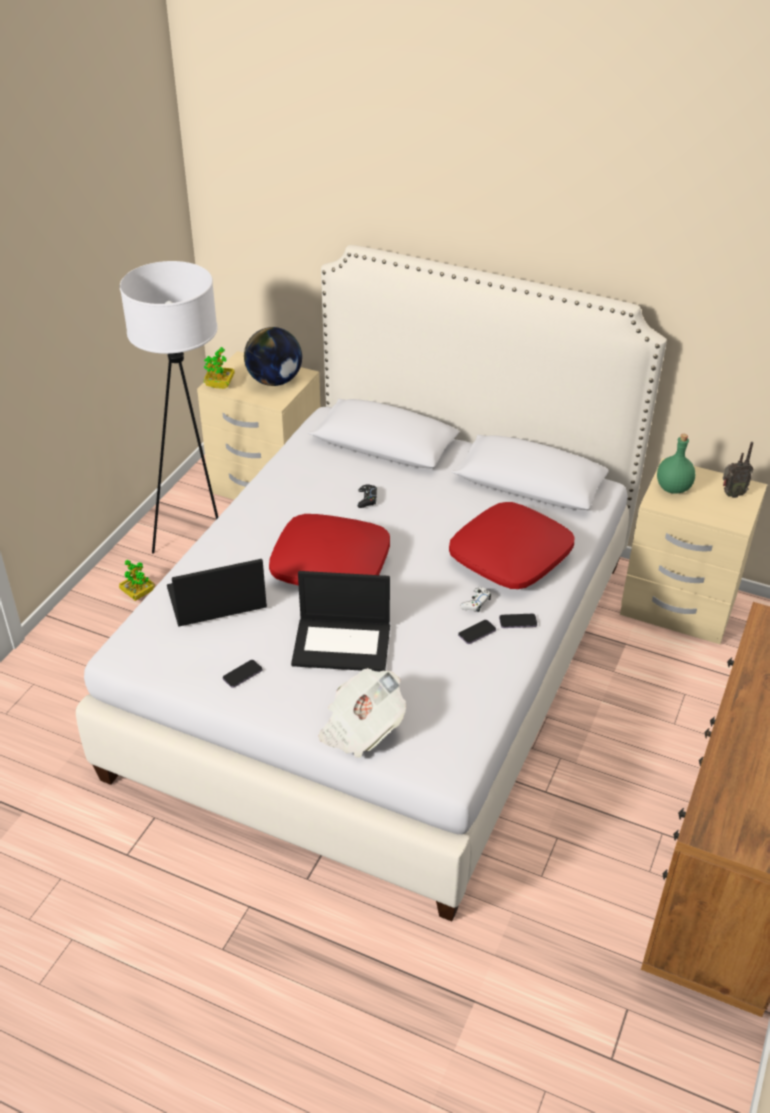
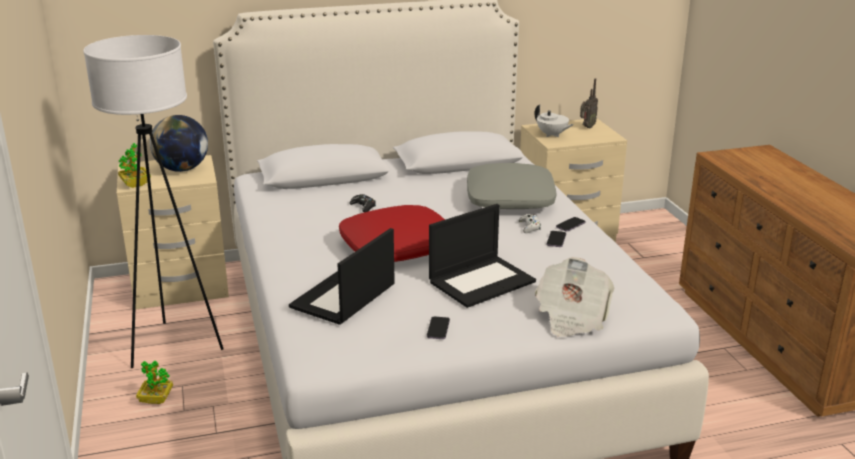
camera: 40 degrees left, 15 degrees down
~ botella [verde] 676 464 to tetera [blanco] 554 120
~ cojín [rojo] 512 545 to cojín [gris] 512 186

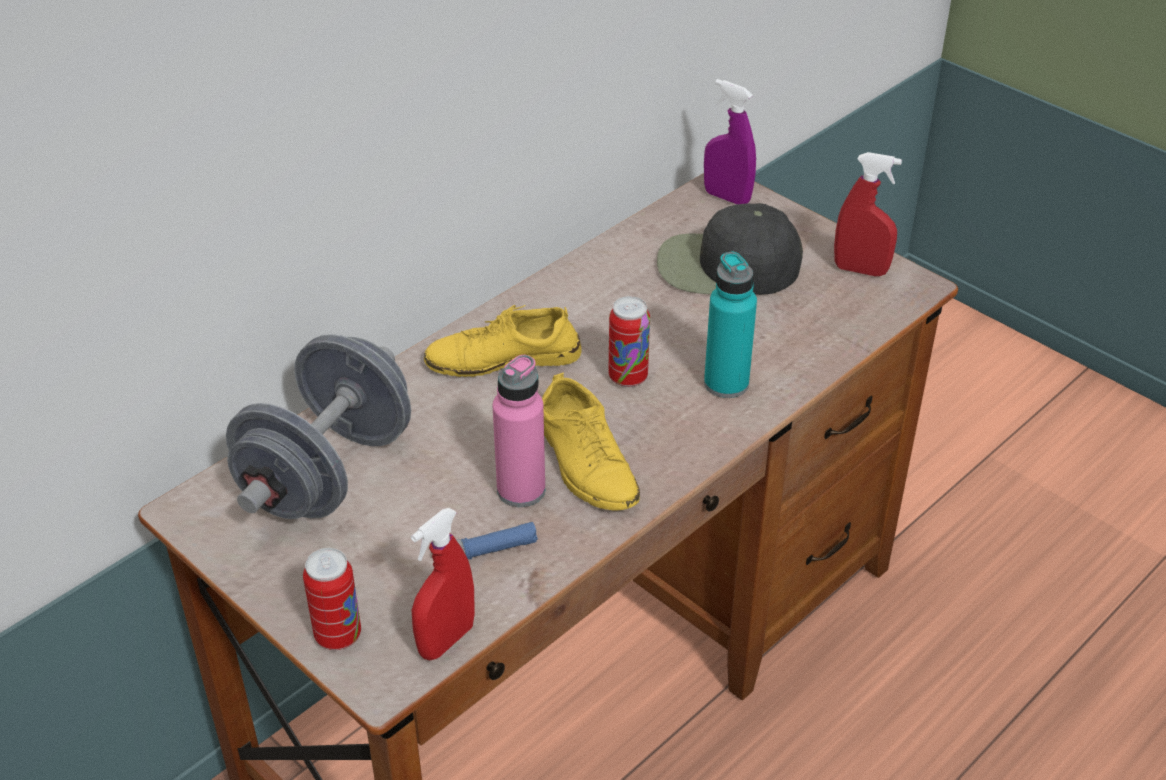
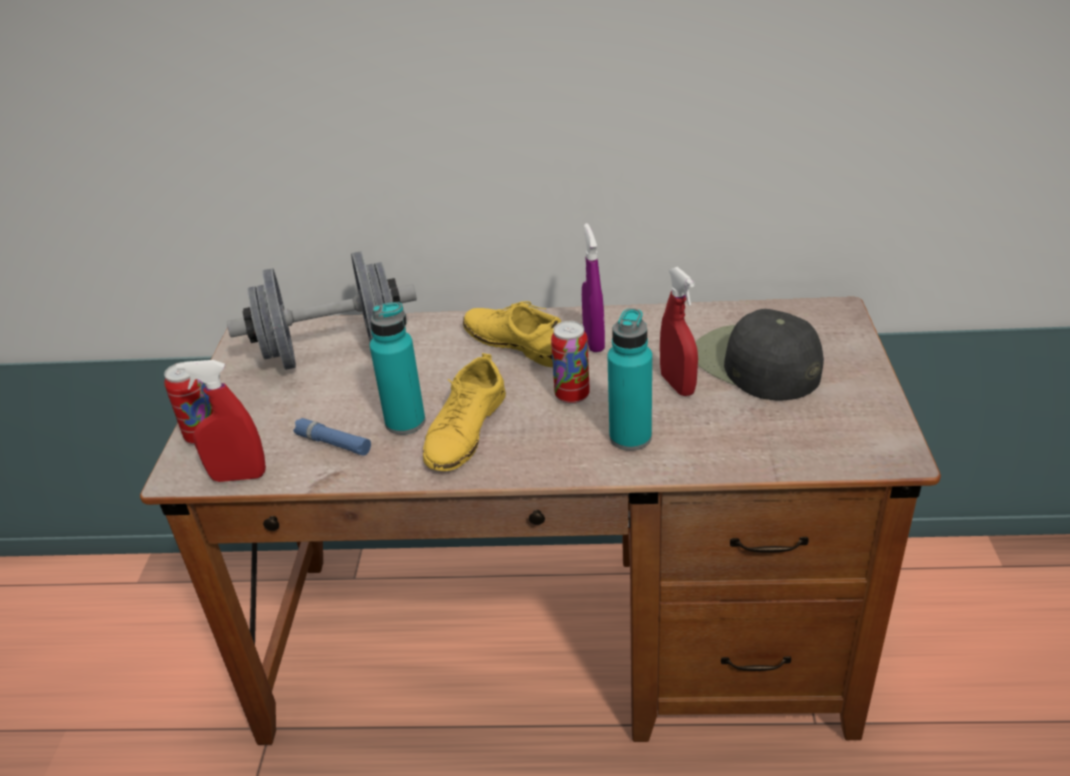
camera: 50 degrees right, 5 degrees down
~ pulverizador [morado] 730 141 to 593 287
~ pulverizador [rojo] 868 214 to 679 331
~ botella [rosa] 519 431 to botella [turquesa] 397 368

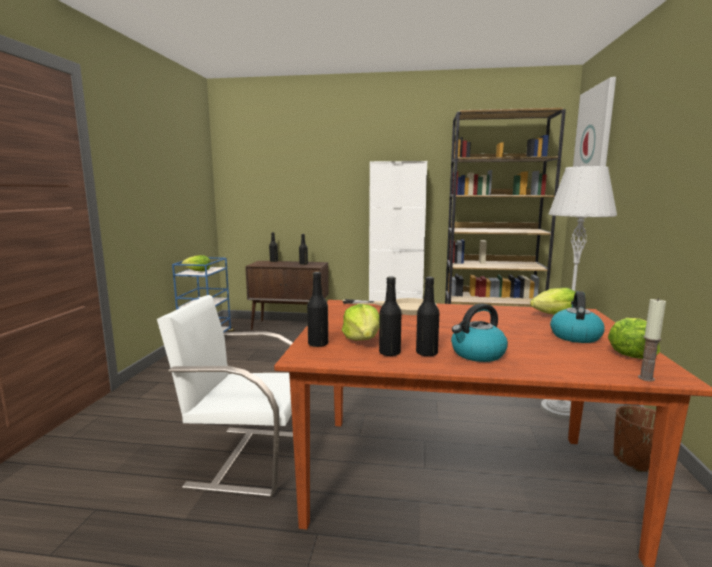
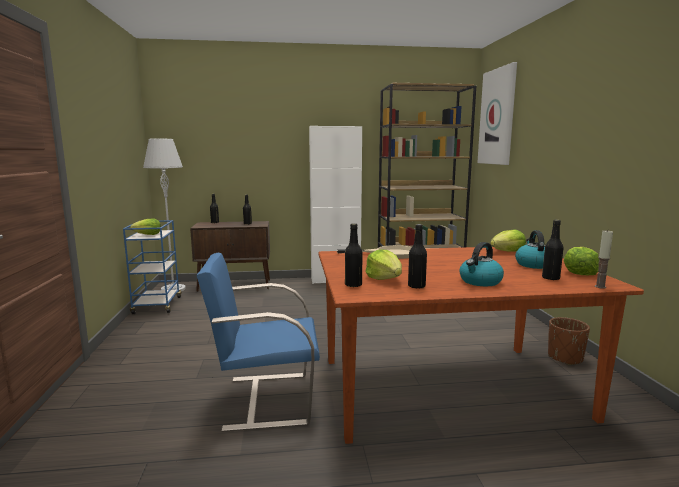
camera: 15 degrees left, 0 degrees up
~ botella [negro] 427 317 to 553 250
~ lámpara de pie [gris] 579 293 to 164 215
~ silla [blanco] 225 396 to silla [azul] 258 342

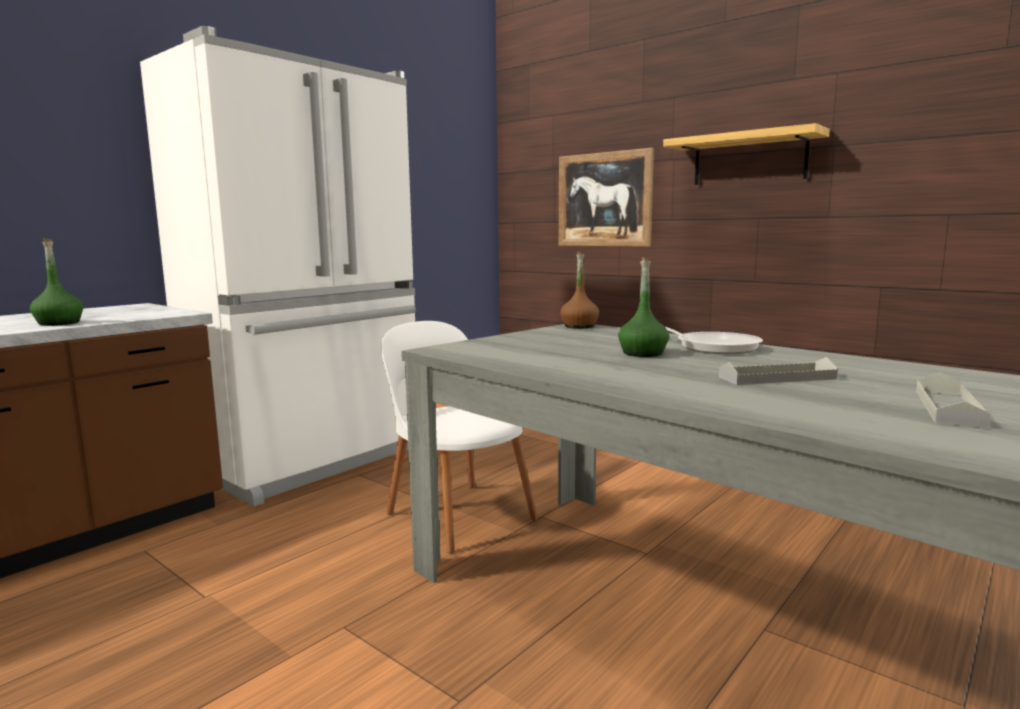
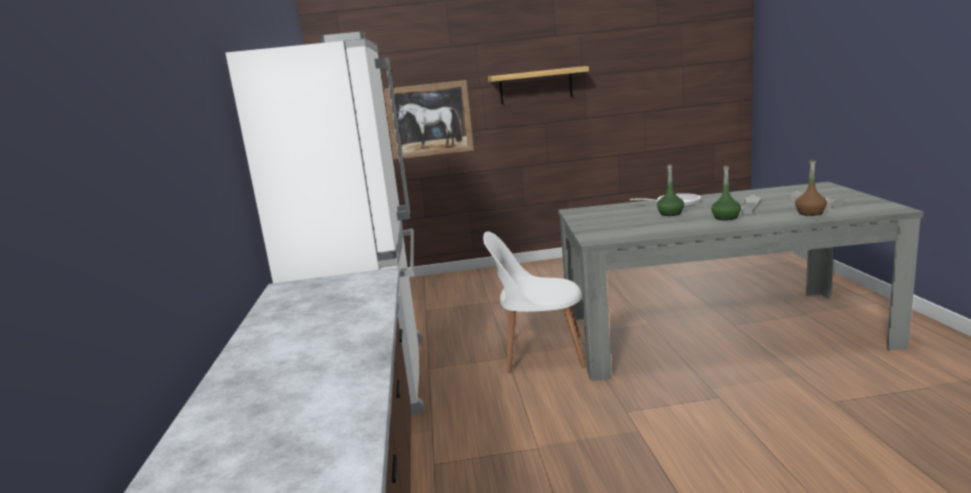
camera: 45 degrees left, 5 degrees up
~ botella [verde] 56 282 to 726 193
~ botella [marrón] 579 290 to 811 188

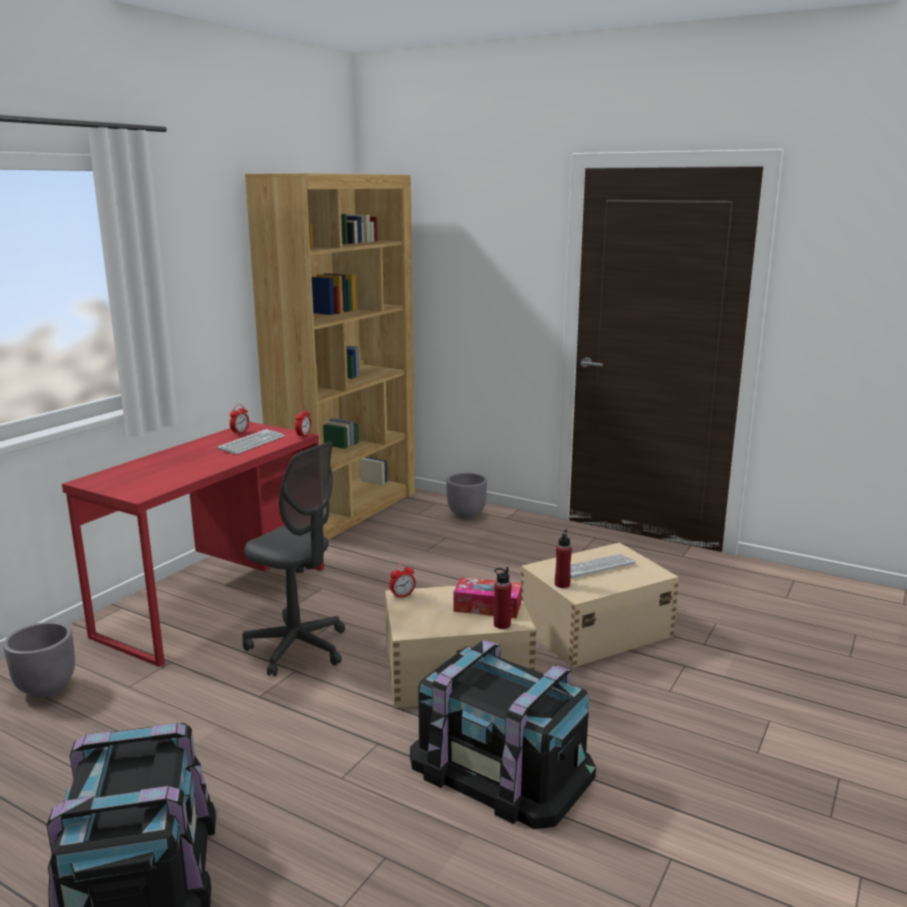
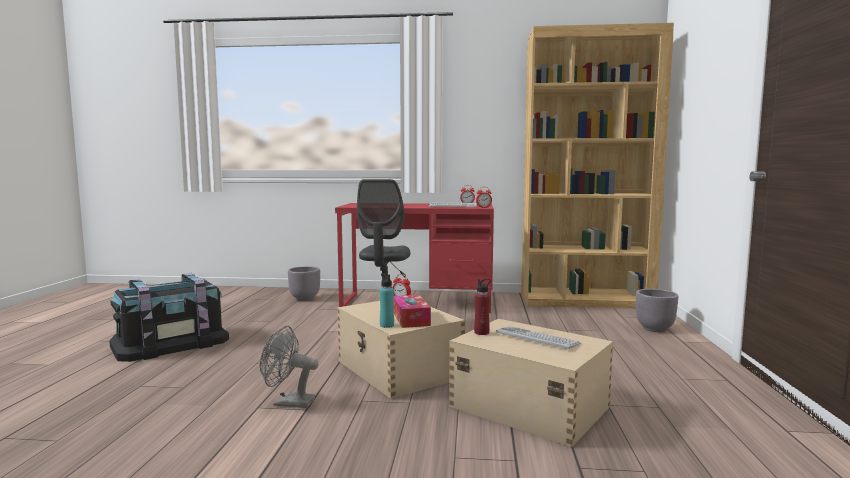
camera: 65 degrees right, 10 degrees down
~ caja de almacenaje [negro] 503 734 to ventilador [gris] 289 367
~ botella [rojo] 503 598 to botella [turquesa] 386 300

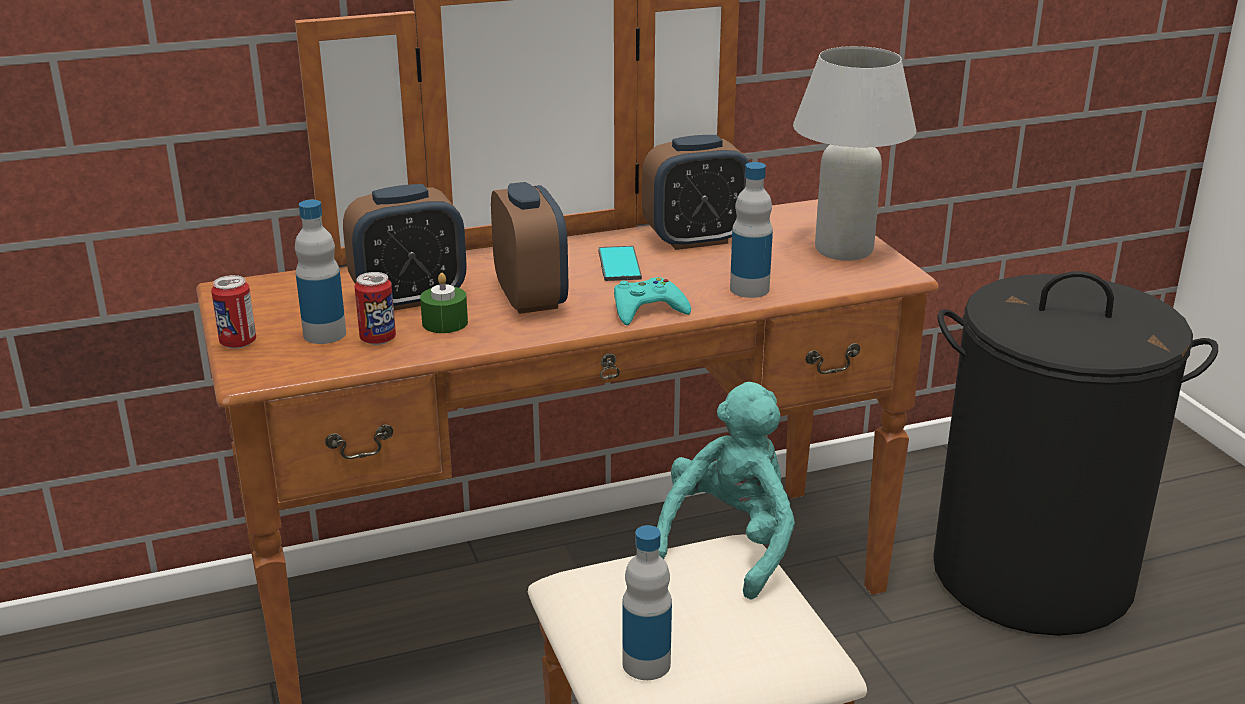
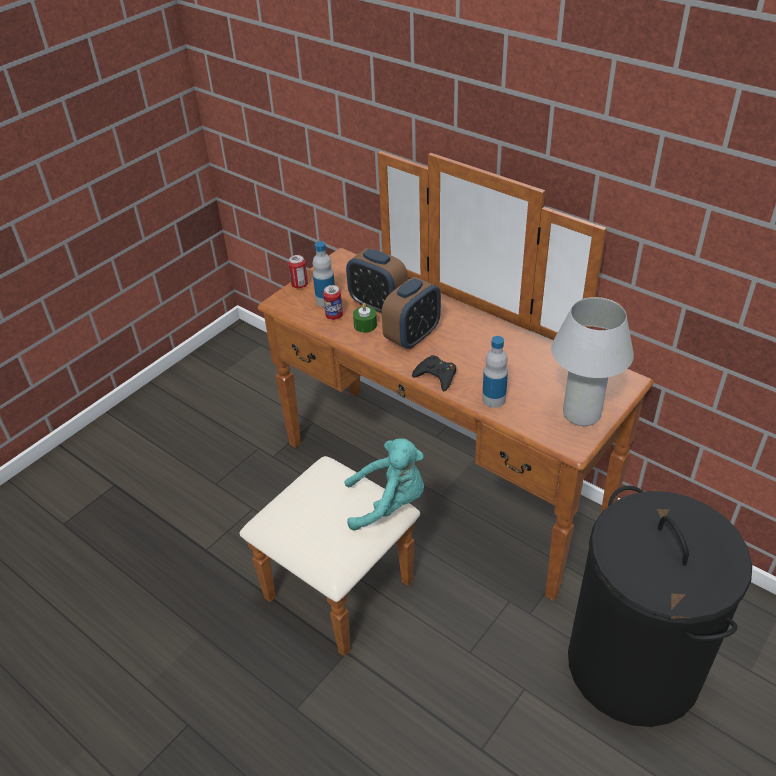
camera: 60 degrees right, 15 degrees up
- móvil 620 263
- botella 647 602
- despertador 696 192
~ mando de consola [turquesa] 652 301 to mando de consola [negro] 434 373

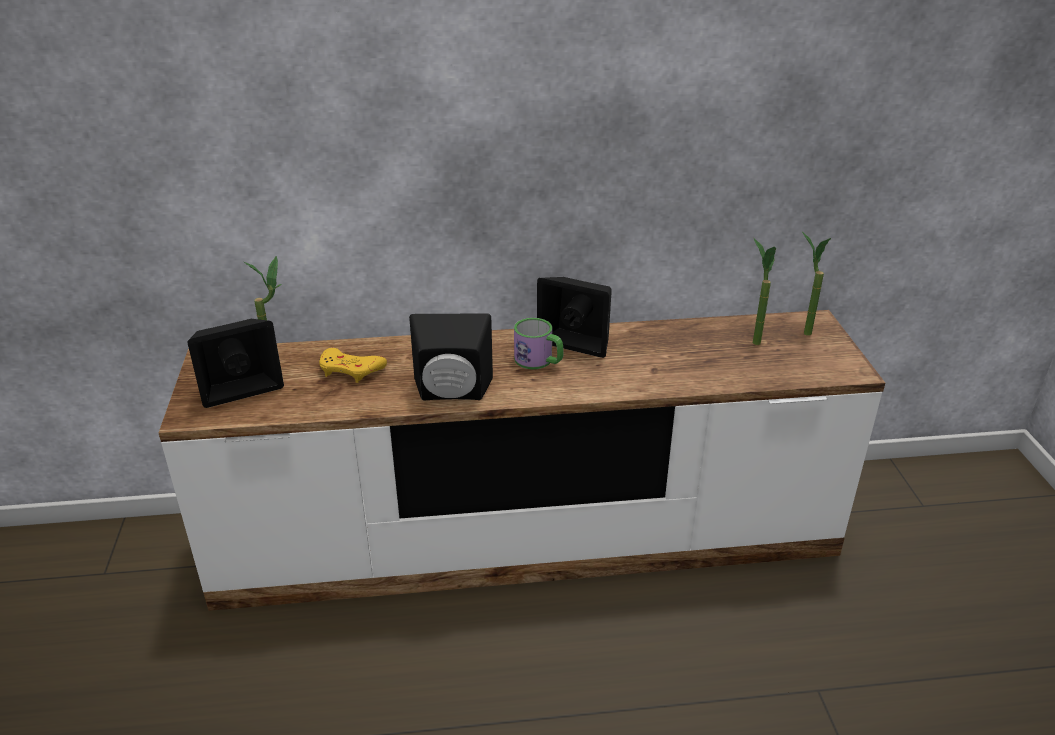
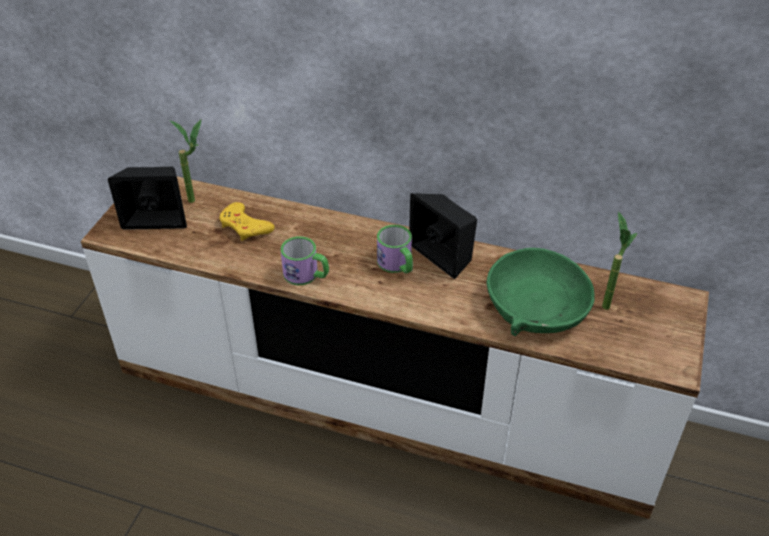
camera: 25 degrees right, 10 degrees up
- planta en maceta 816 284
+ cuenco [verde] 541 292
~ altavoz [negro] 451 357 to taza grande 305 260

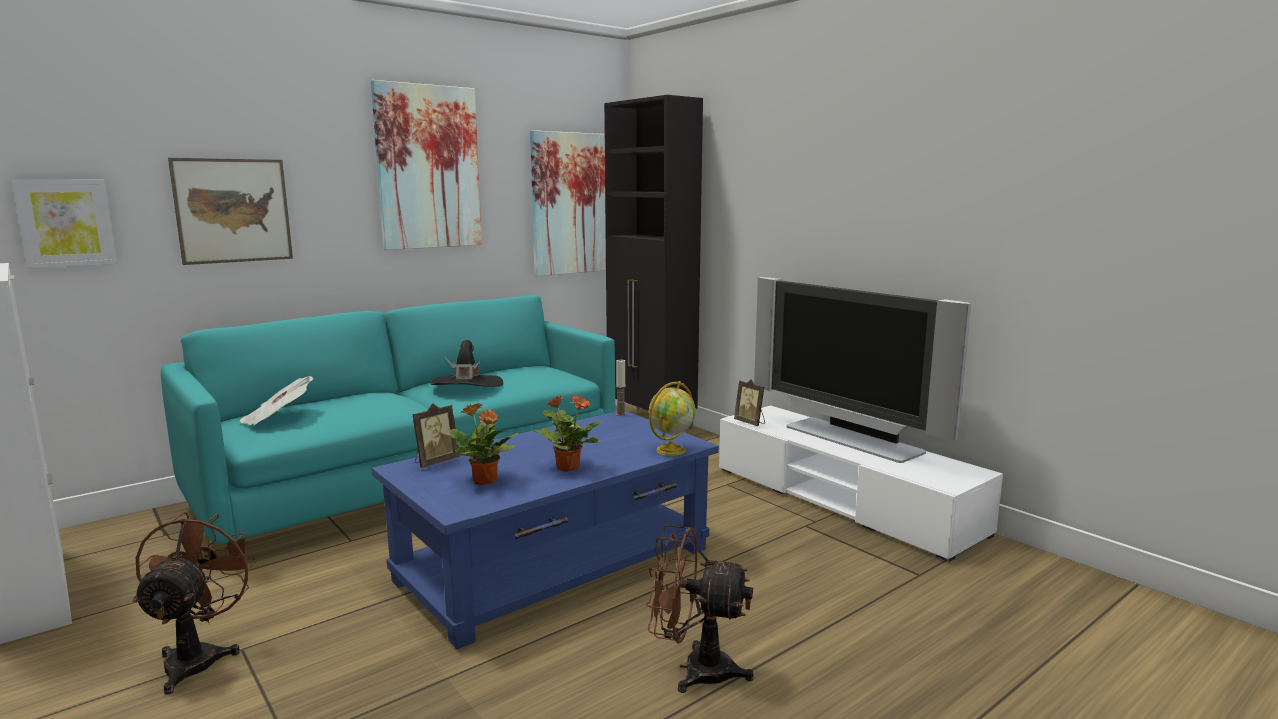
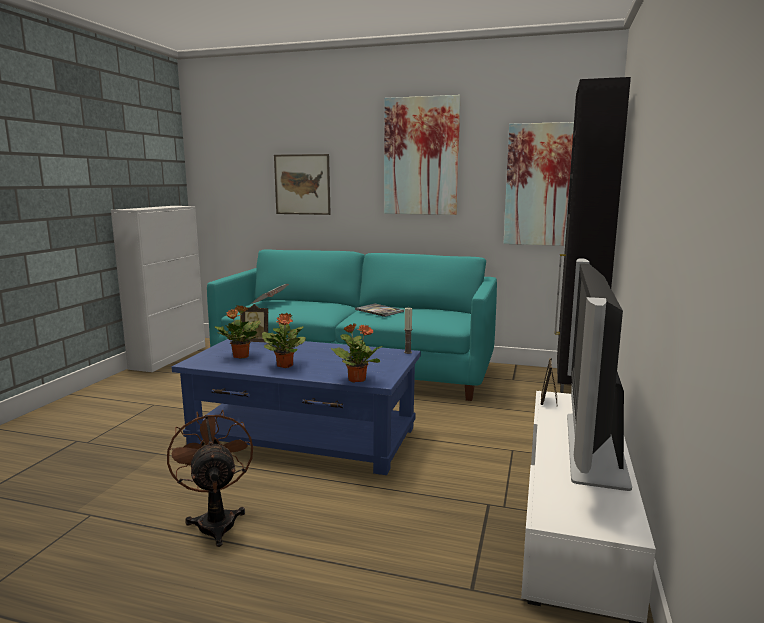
camera: 55 degrees right, 0 degrees up
- cuadro 64 224
- ventilador [marrón] 194 603
~ sombrero [negro] 466 363 to libro 379 310
~ globo terráqueo 672 418 to planta en maceta 357 353

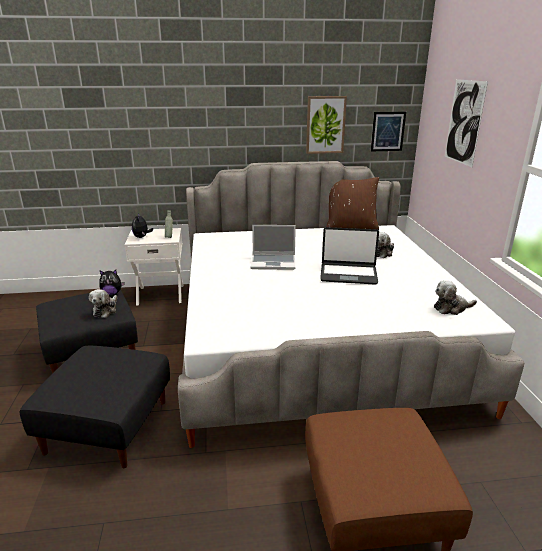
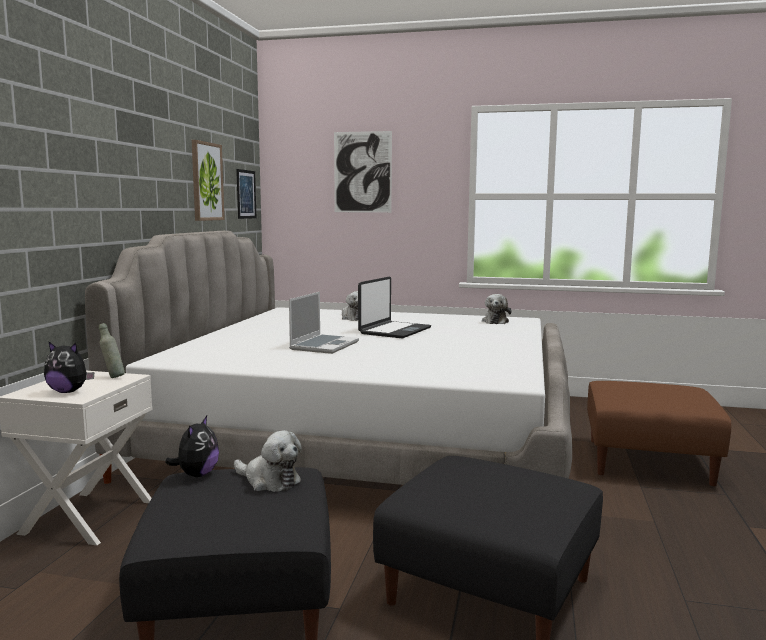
camera: 70 degrees left, 15 degrees down
- cojín [marrón] 352 203

